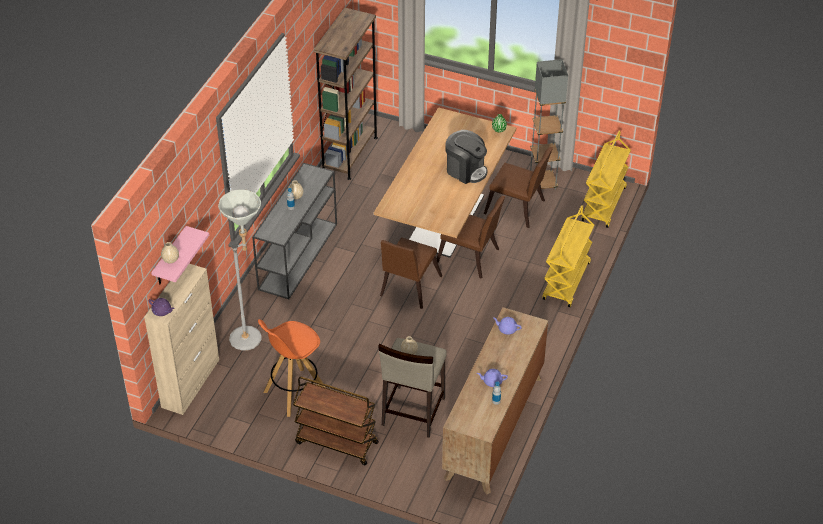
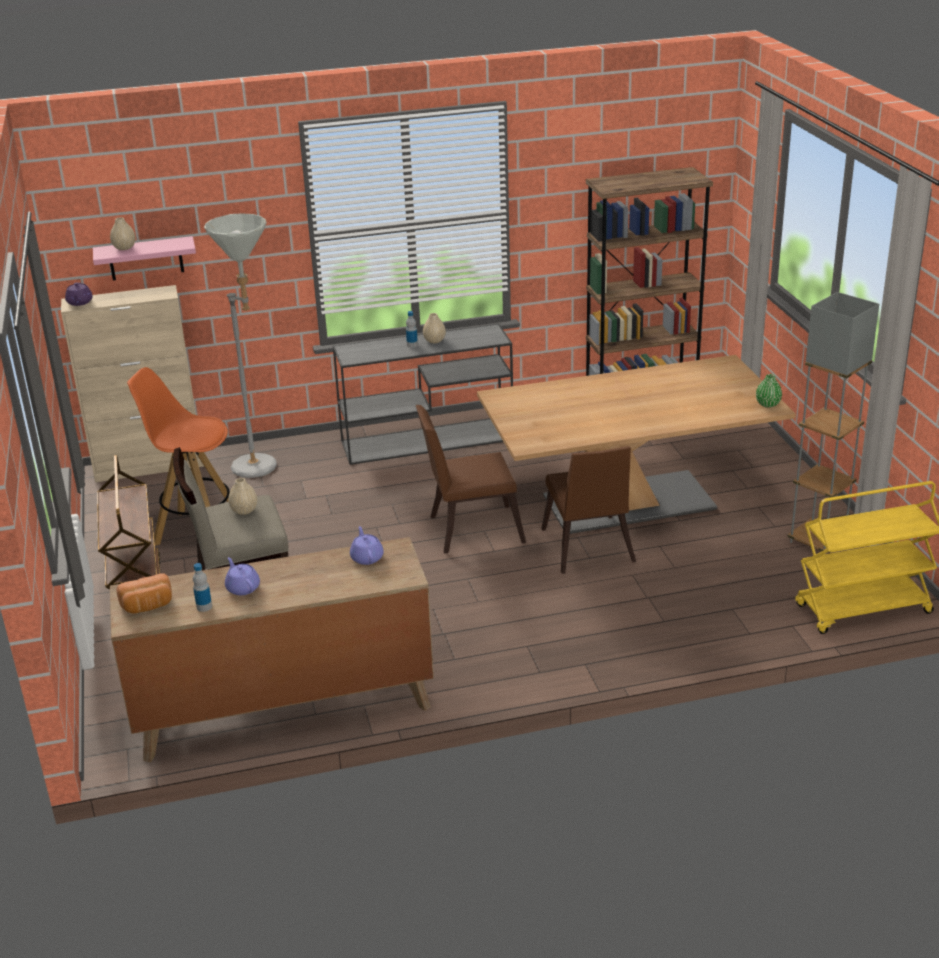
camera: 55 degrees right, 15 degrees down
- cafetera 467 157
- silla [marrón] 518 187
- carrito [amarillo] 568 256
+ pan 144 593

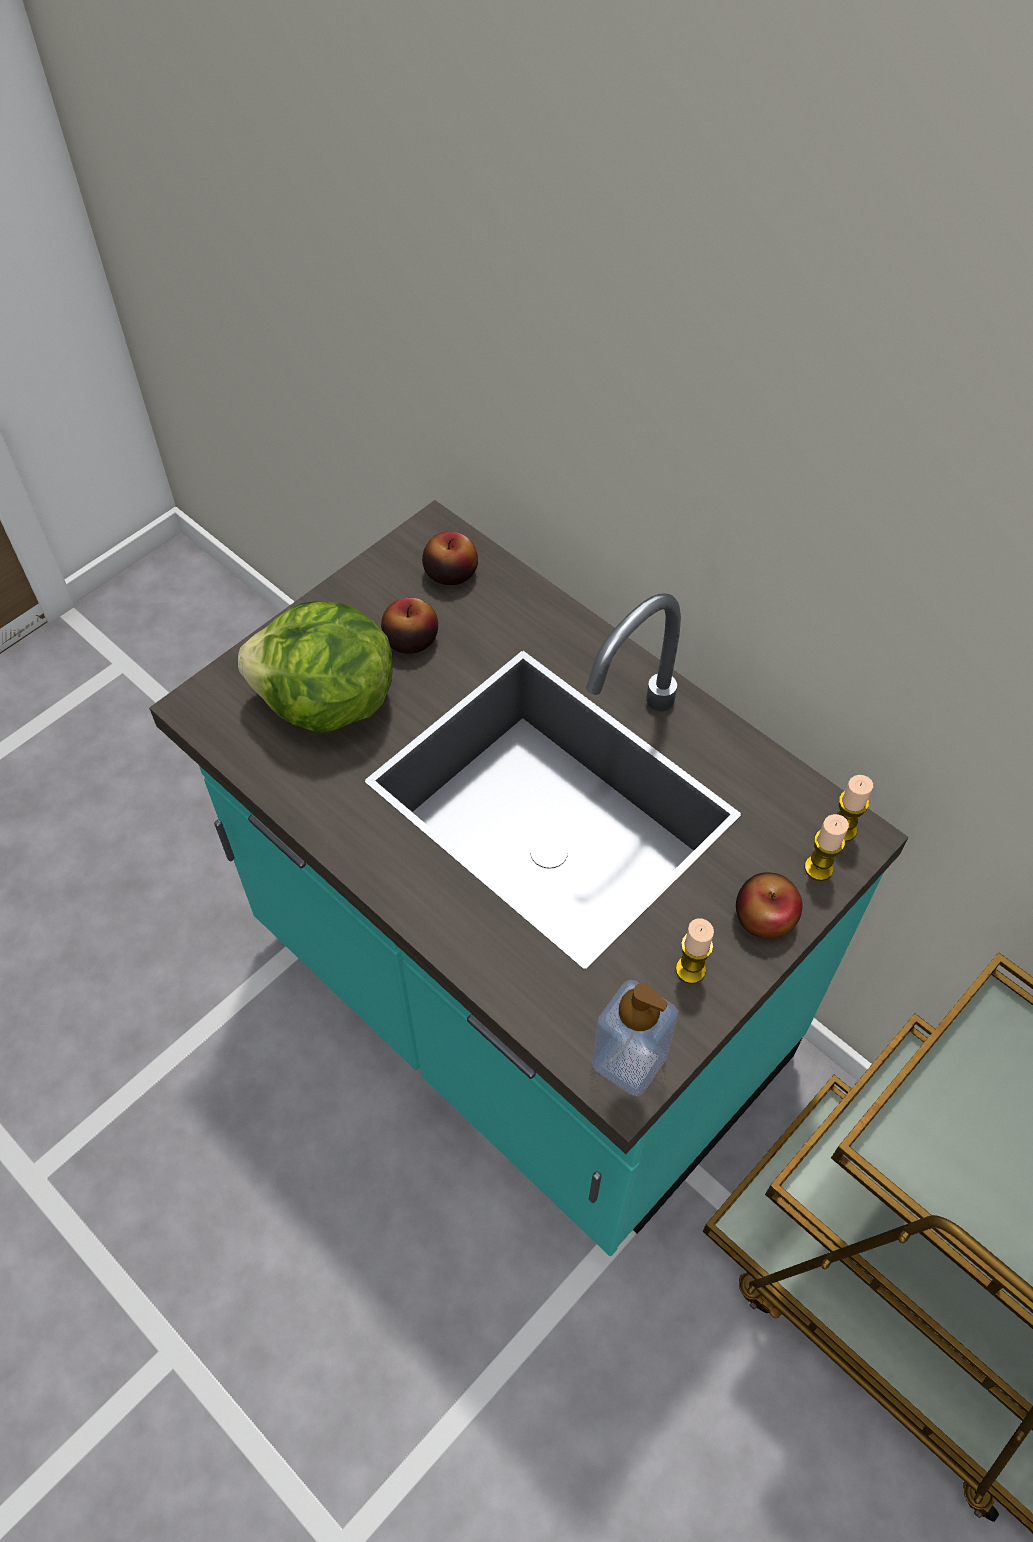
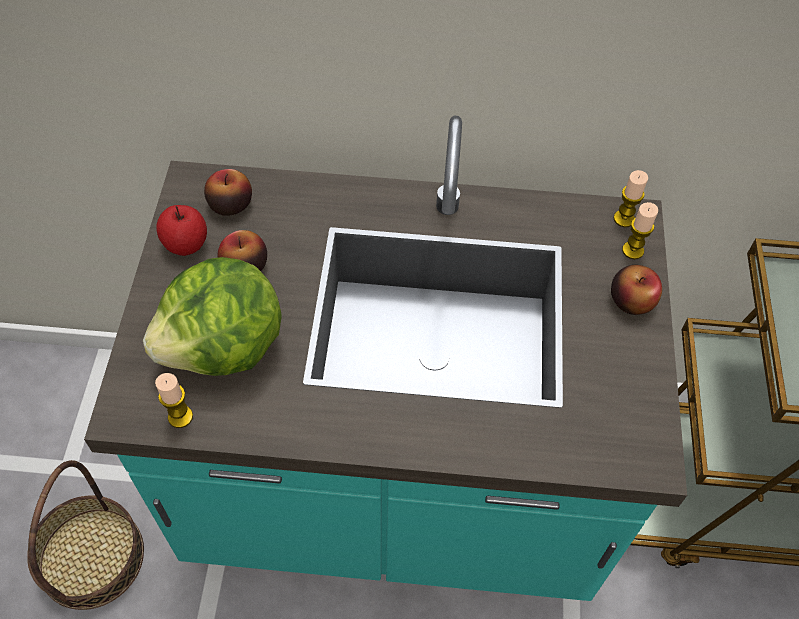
camera: 40 degrees left, 0 degrees up
- dispensador de jabón 635 1038
+ cesta 85 535
+ manzana 181 230
~ vela 694 951 to 174 400

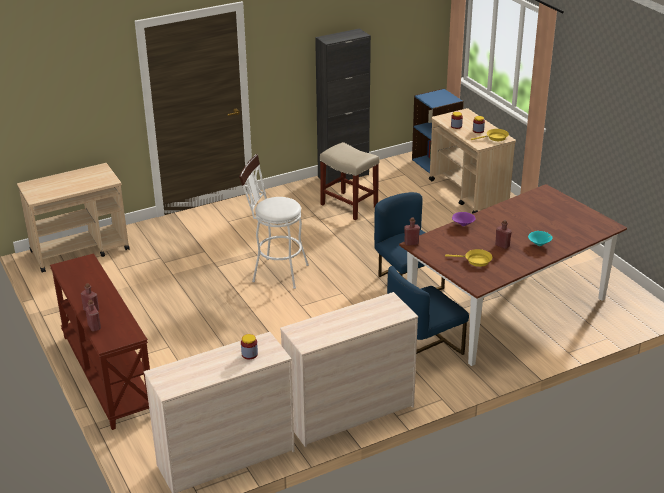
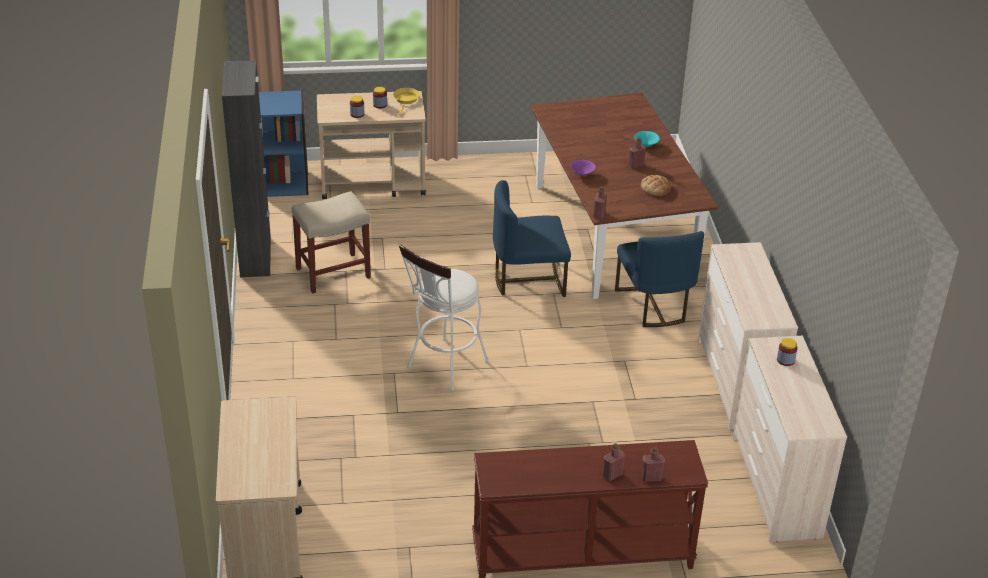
camera: 70 degrees left, 5 degrees up
~ sartén [amarillo] 468 258 to pan 656 185

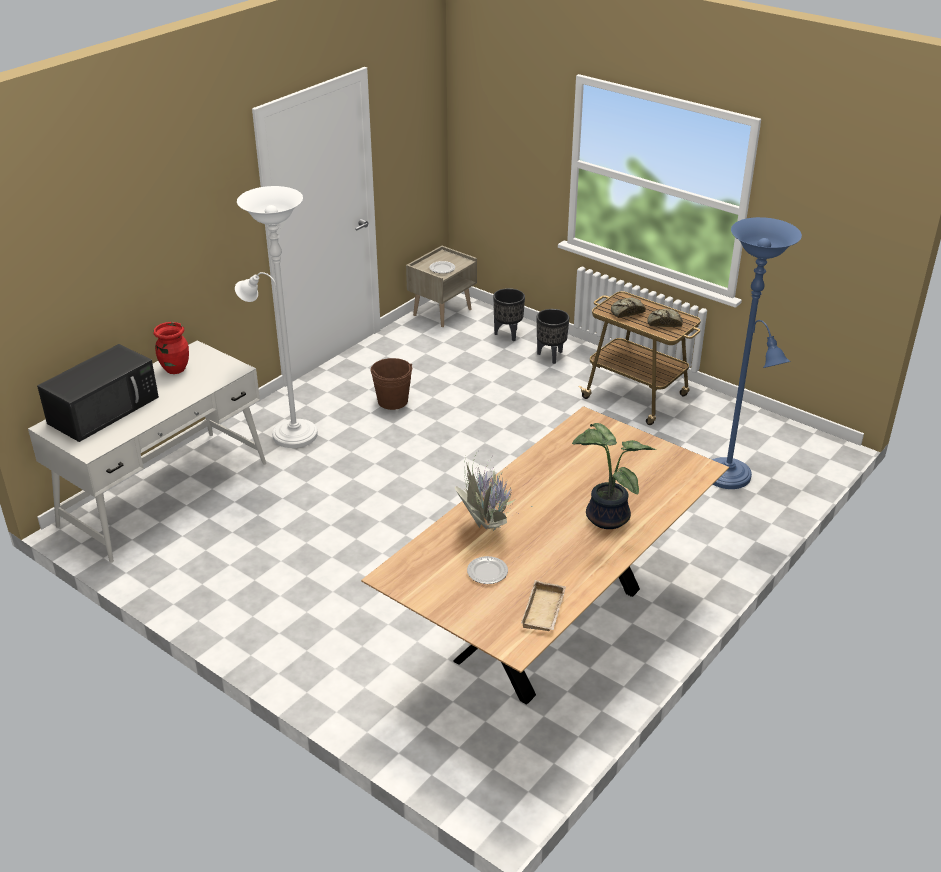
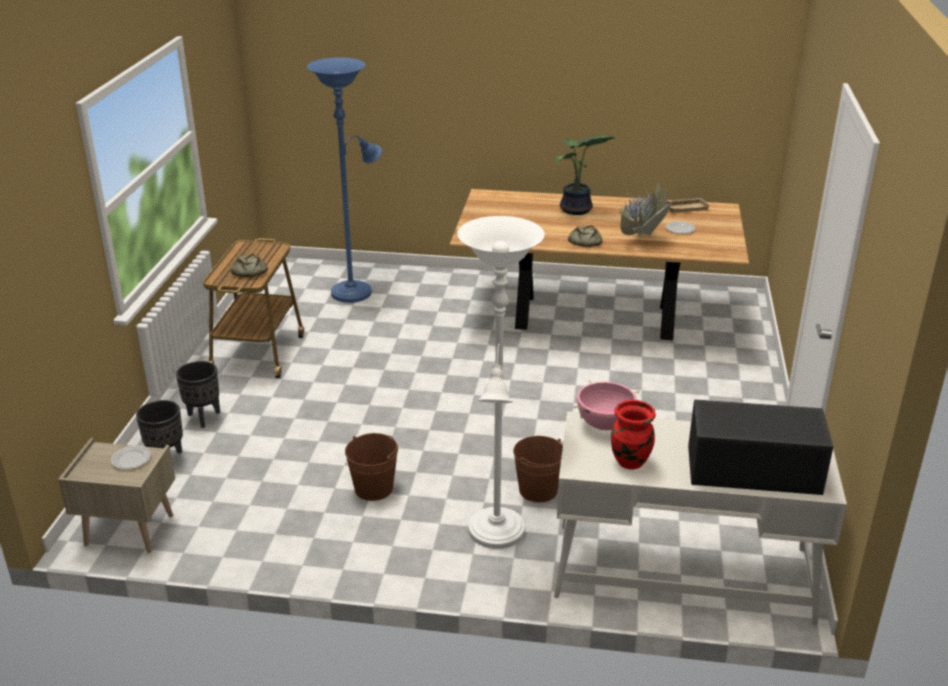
camera: 120 degrees left, 5 degrees down
+ cubo [marrón] 538 469
+ olla [rosa] 606 405
~ pan 665 318 to 585 236

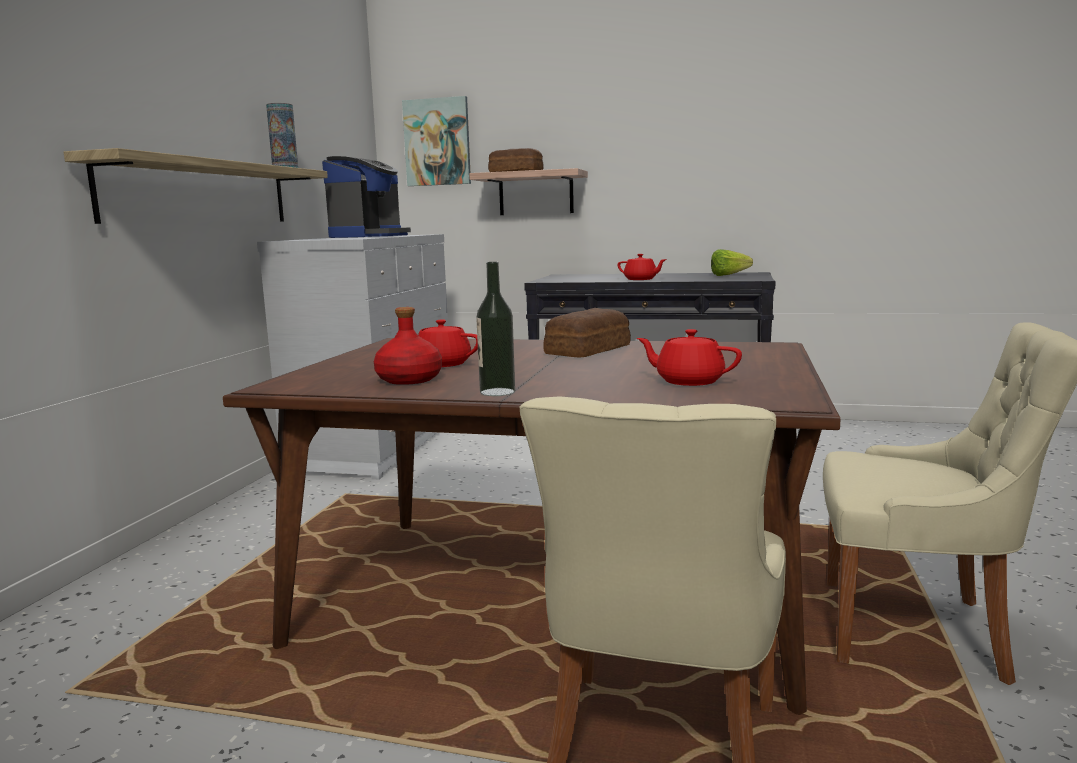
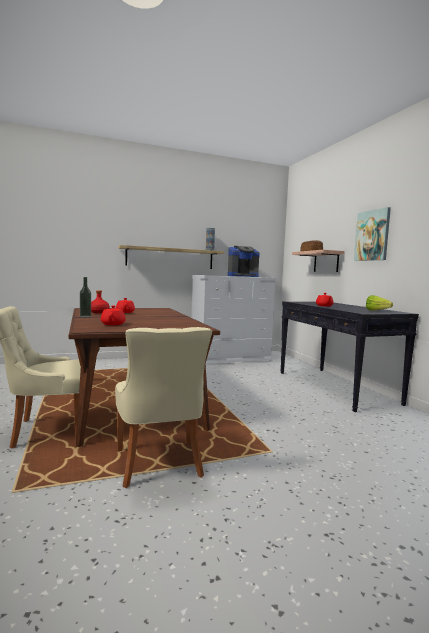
camera: 55 degrees right, 5 degrees down
- pan 587 333
~ cuadro 436 141 to 372 234

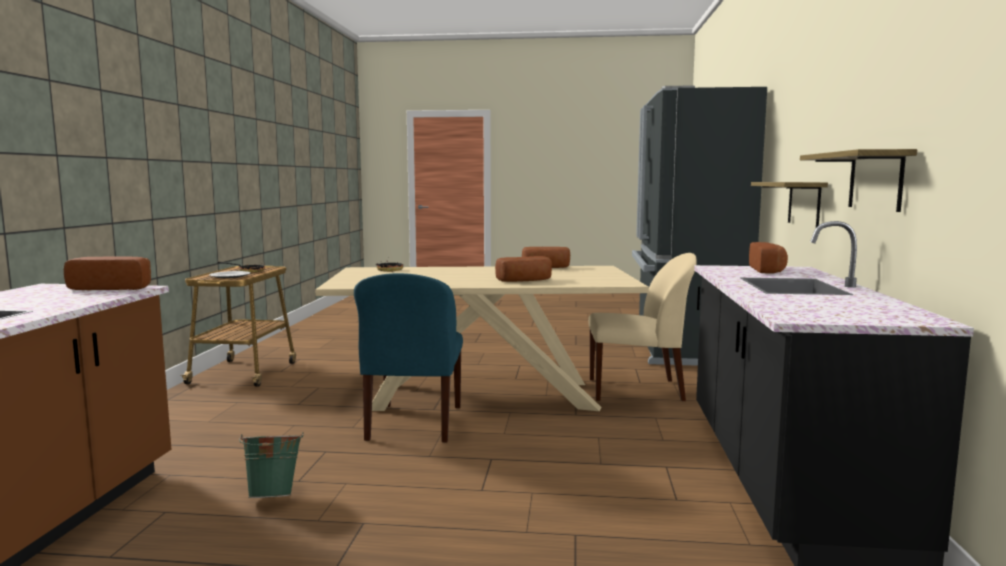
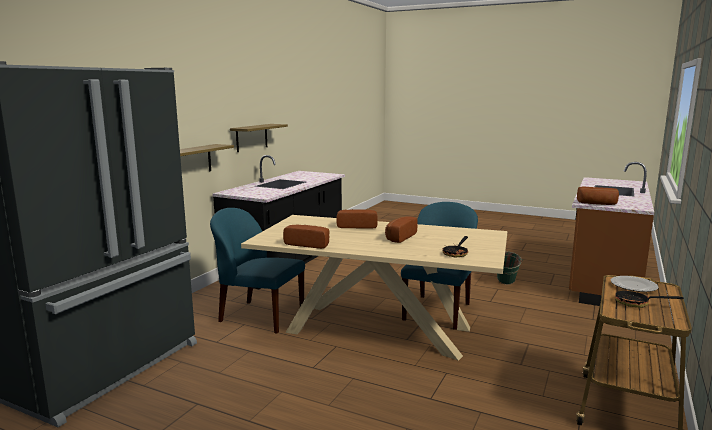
camera: 160 degrees left, 5 degrees up
~ pan 768 258 to 401 229
~ silla [beis] 642 327 to silla [azul] 257 271

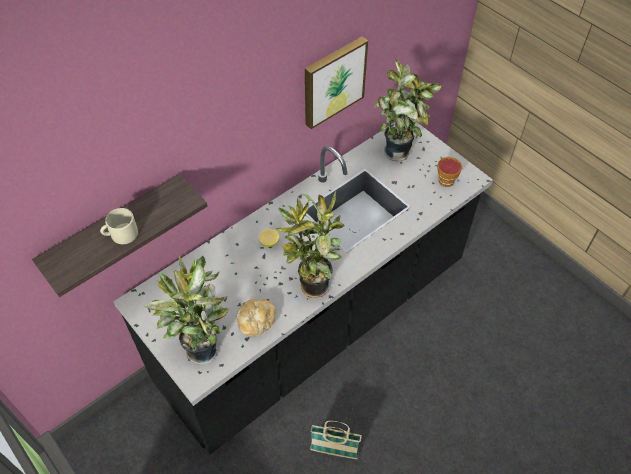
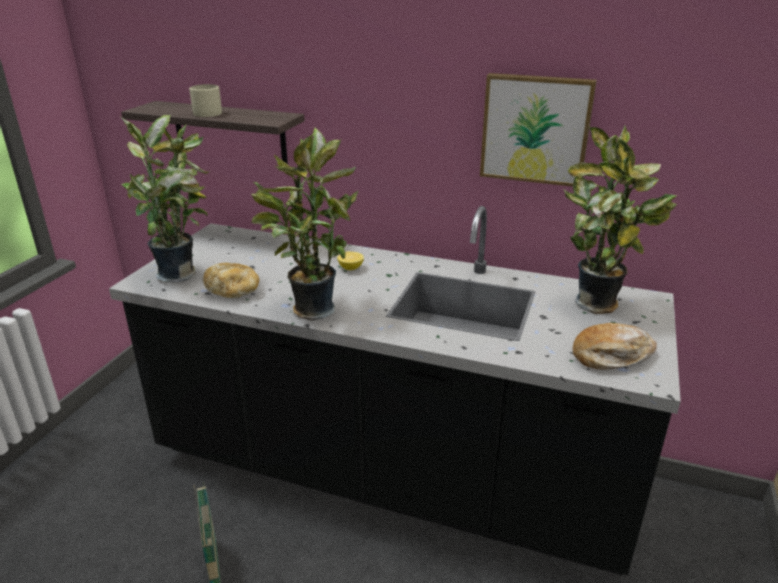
camera: 60 degrees right, 25 degrees down
~ taza 449 172 to pan 614 346

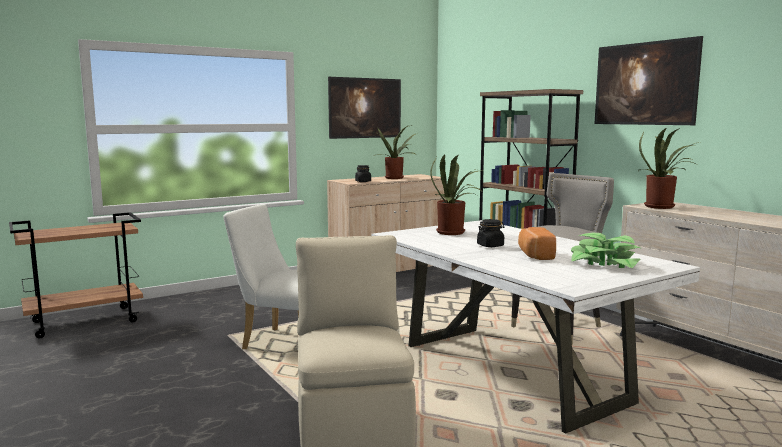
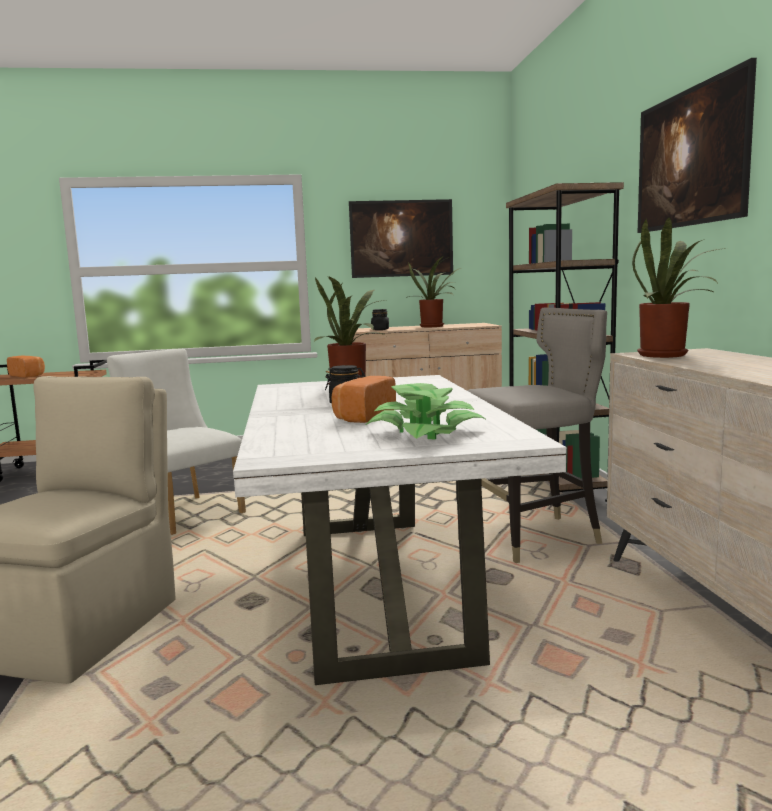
camera: 25 degrees right, 0 degrees up
+ pan 26 367

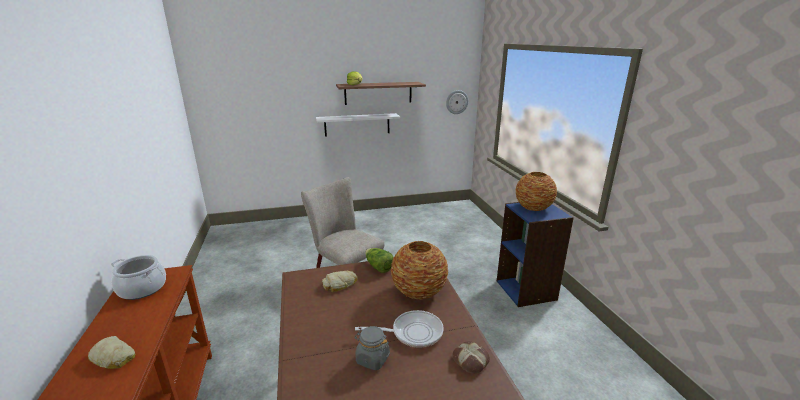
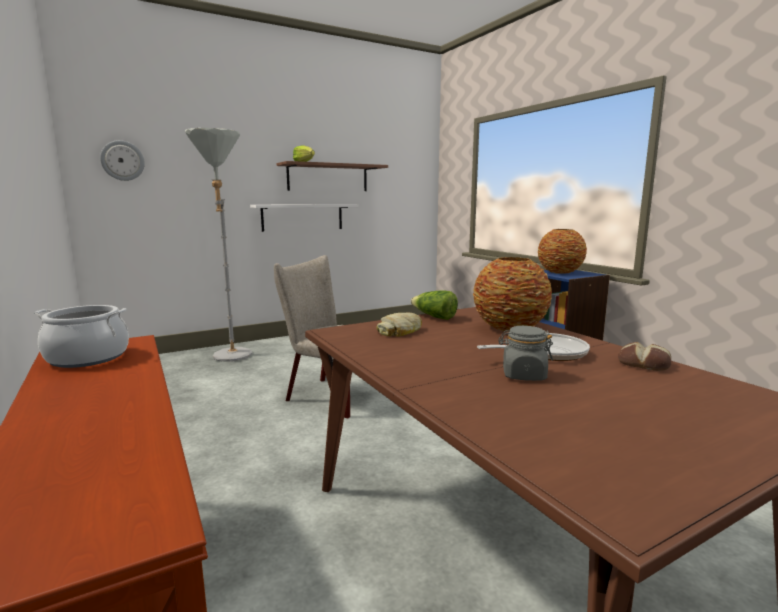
camera: 15 degrees left, 10 degrees down
- pan 112 352
+ lámpara de pie [gris] 219 245
~ reloj de pared 457 102 to 122 160

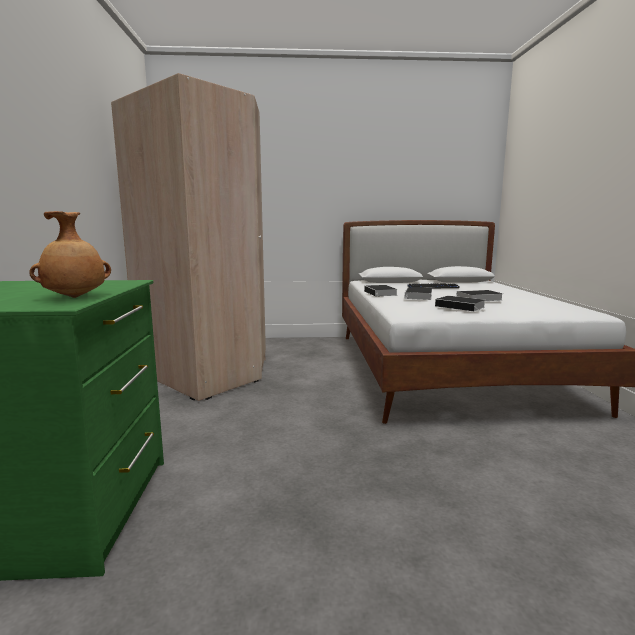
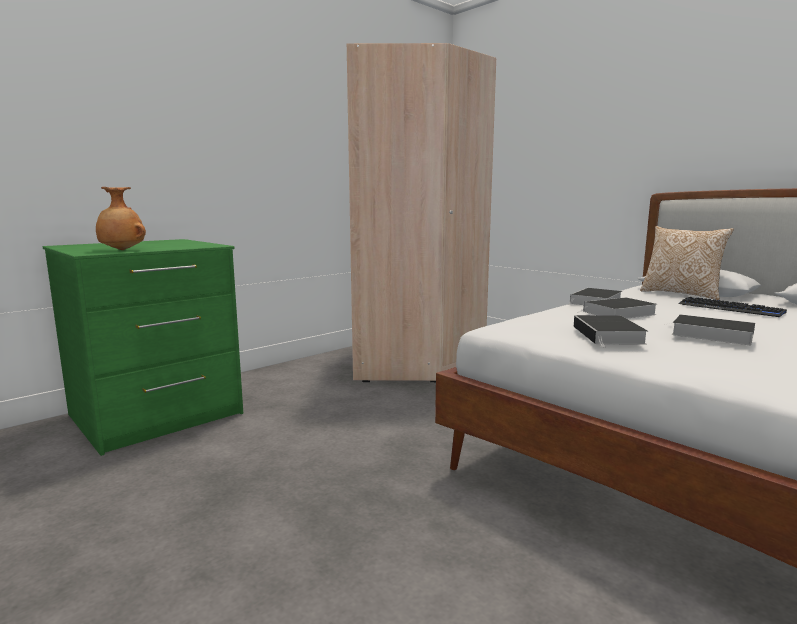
camera: 50 degrees right, 0 degrees up
+ cojín 687 263

